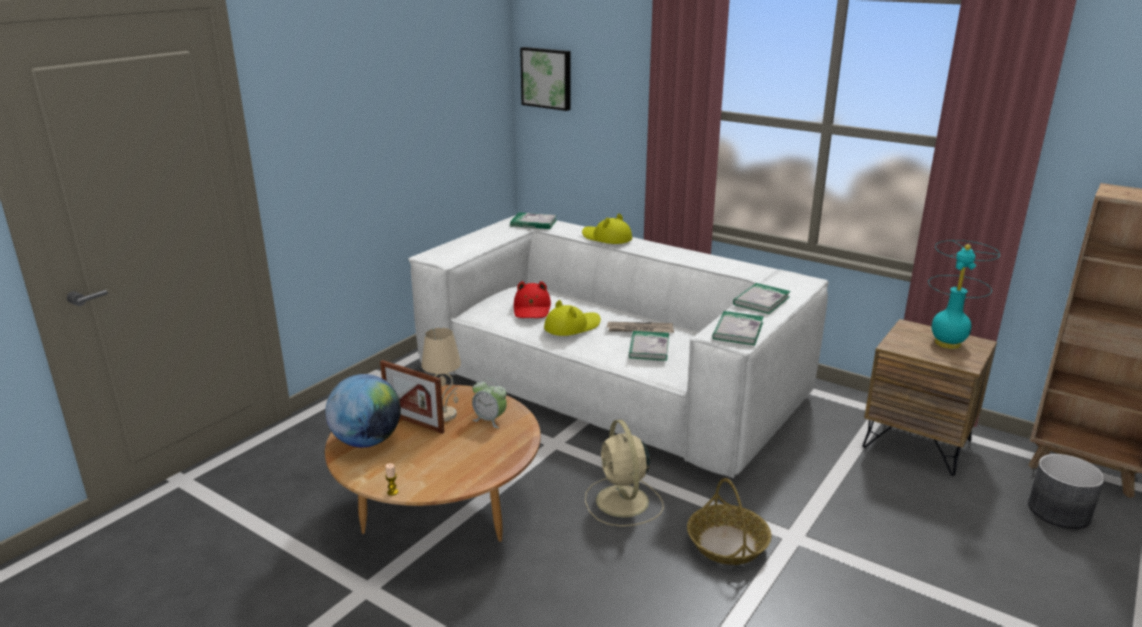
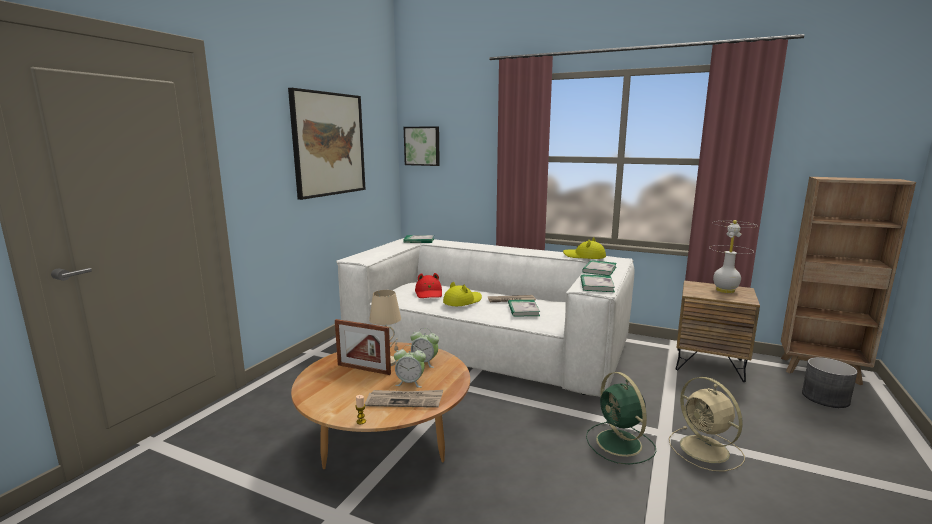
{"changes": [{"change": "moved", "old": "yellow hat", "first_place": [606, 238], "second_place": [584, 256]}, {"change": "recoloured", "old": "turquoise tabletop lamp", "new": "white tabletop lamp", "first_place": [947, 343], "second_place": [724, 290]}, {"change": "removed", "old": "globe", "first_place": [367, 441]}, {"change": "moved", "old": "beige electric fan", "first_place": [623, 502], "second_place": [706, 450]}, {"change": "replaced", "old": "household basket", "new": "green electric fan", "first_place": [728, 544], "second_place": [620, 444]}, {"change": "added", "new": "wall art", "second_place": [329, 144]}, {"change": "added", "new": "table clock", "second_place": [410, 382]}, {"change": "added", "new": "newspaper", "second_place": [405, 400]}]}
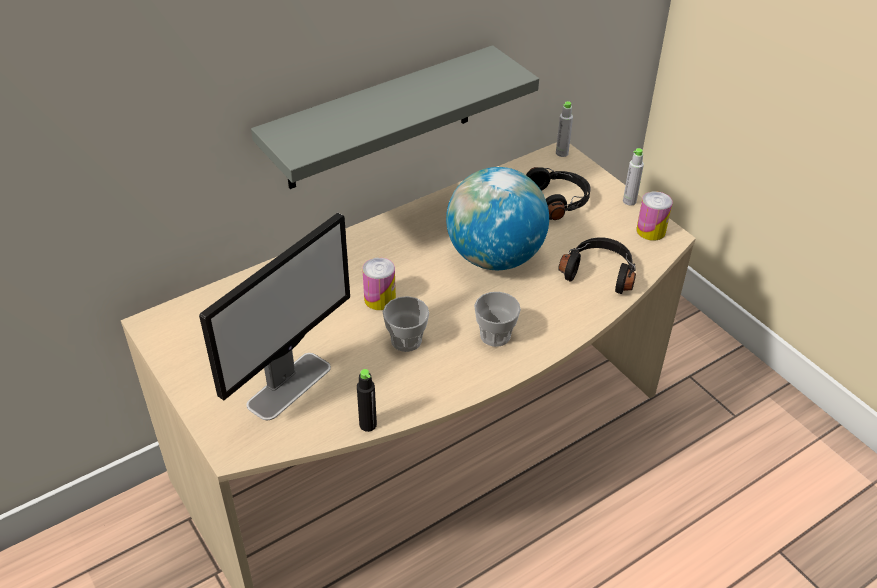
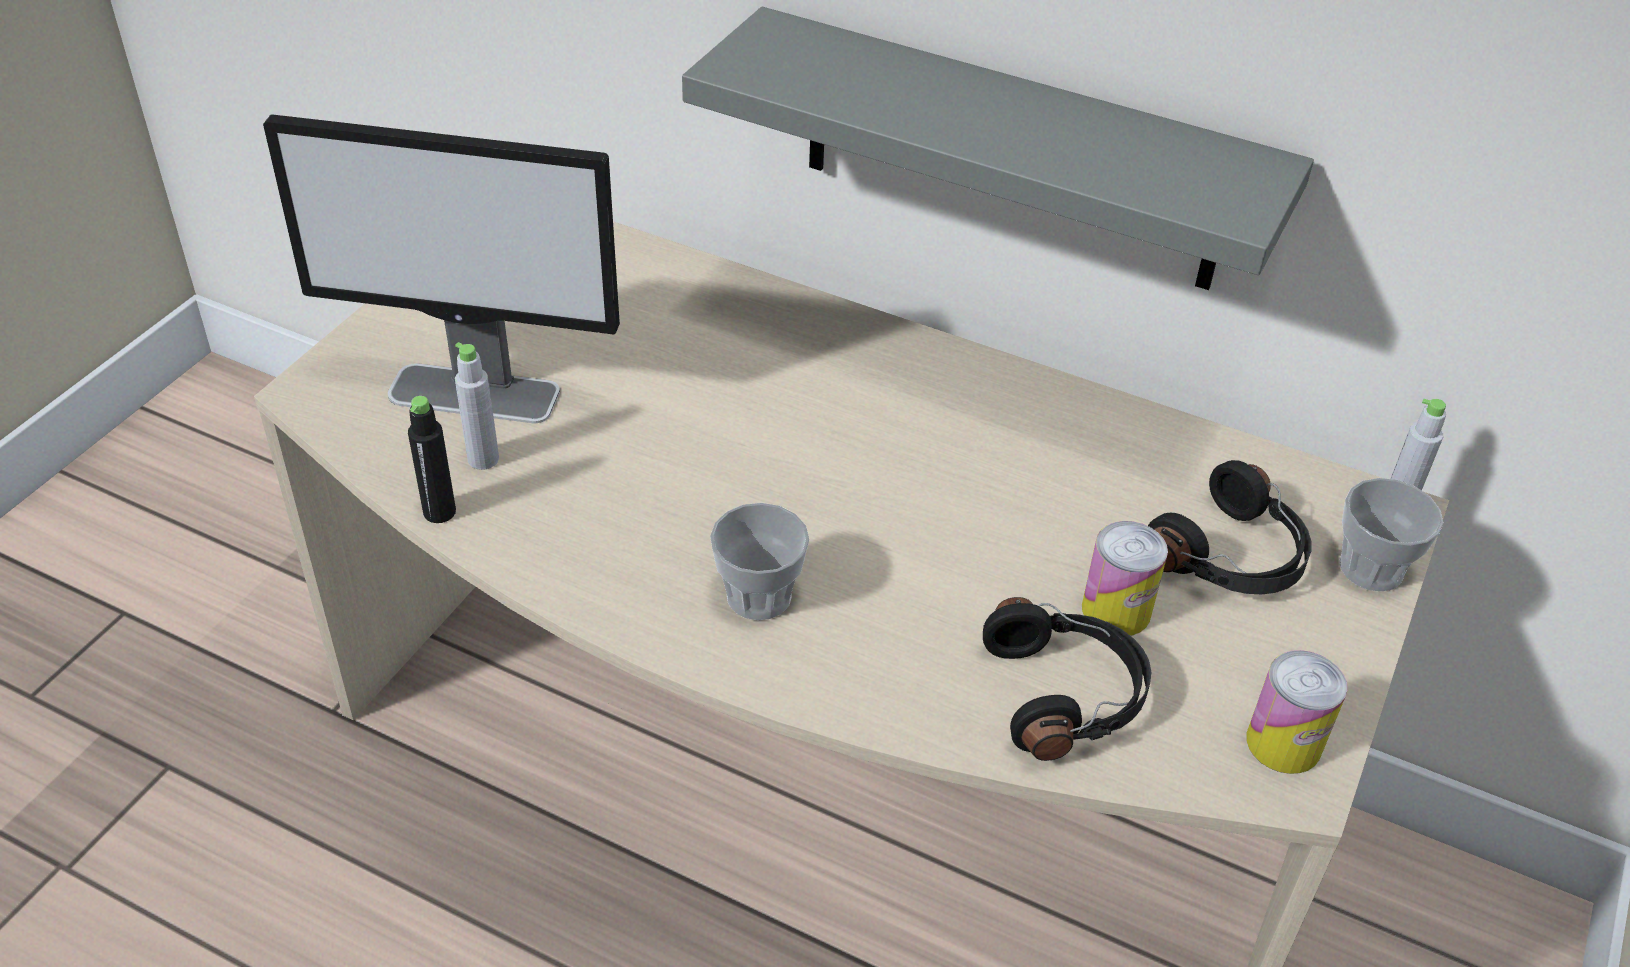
{"changes": [{"change": "moved", "old": "gray drink bottle", "first_place": [629, 201], "second_place": [483, 459]}, {"change": "removed", "old": "globe", "first_place": [494, 257]}, {"change": "moved", "old": "can", "first_place": [380, 299], "second_place": [1116, 610]}, {"change": "moved", "old": "drinking cup", "first_place": [406, 340], "second_place": [1371, 568]}]}
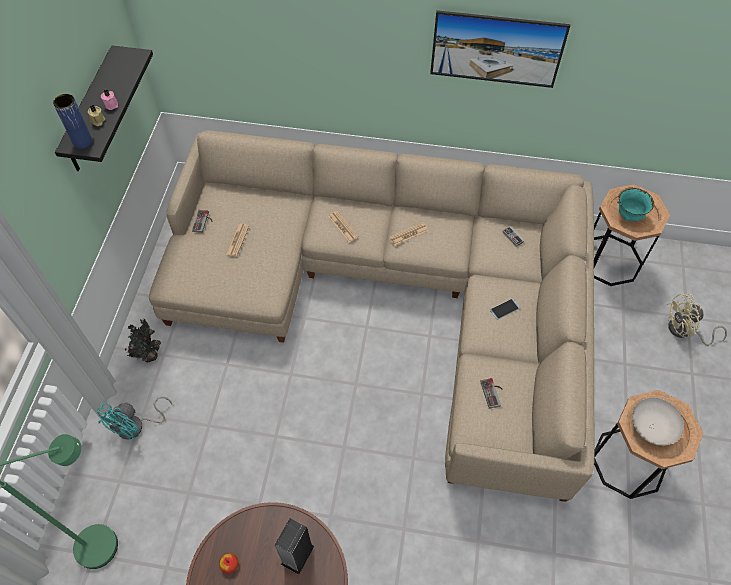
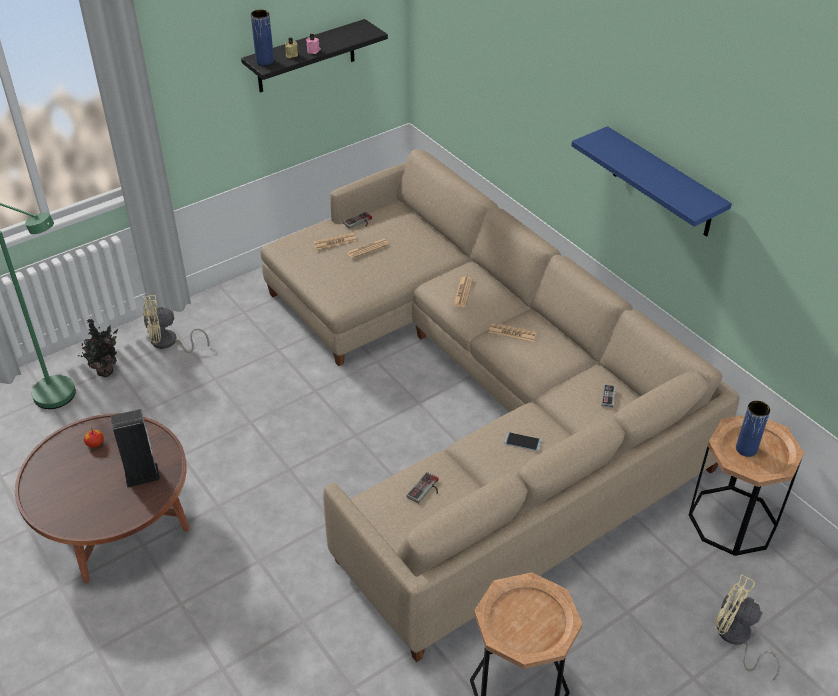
{"changes": [{"change": "replaced", "old": "wall art", "new": "blue-coloured wall shelf", "first_place": [494, 64], "second_place": [662, 183]}, {"change": "replaced", "old": "turquoise serving bowl", "new": "blue-coloured decorative vase", "first_place": [629, 215], "second_place": [746, 449]}, {"change": "moved", "old": "potted plant", "first_place": [149, 355], "second_place": [106, 370]}, {"change": "recoloured", "old": "turquoise electric fan", "new": "beige electric fan", "first_place": [136, 426], "second_place": [169, 343]}, {"change": "removed", "old": "white serving bowl", "first_place": [650, 428]}, {"change": "added", "new": "newspaper", "second_place": [334, 242]}]}
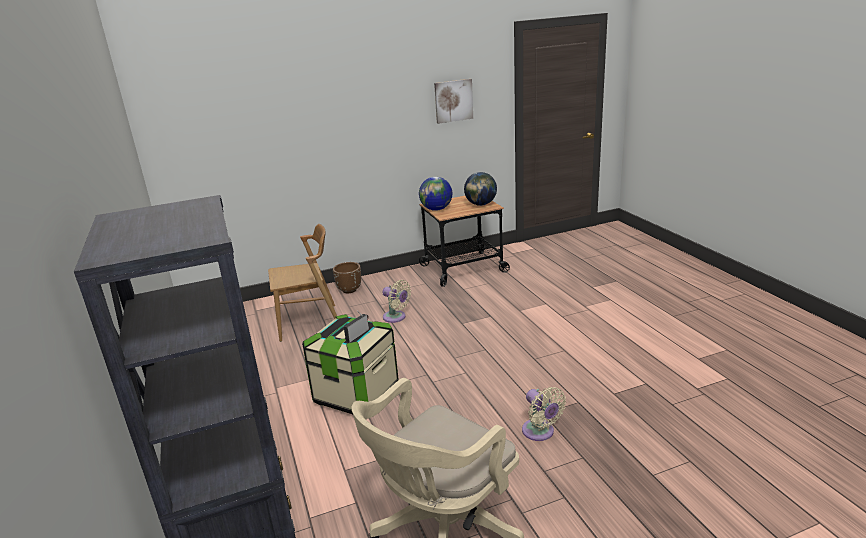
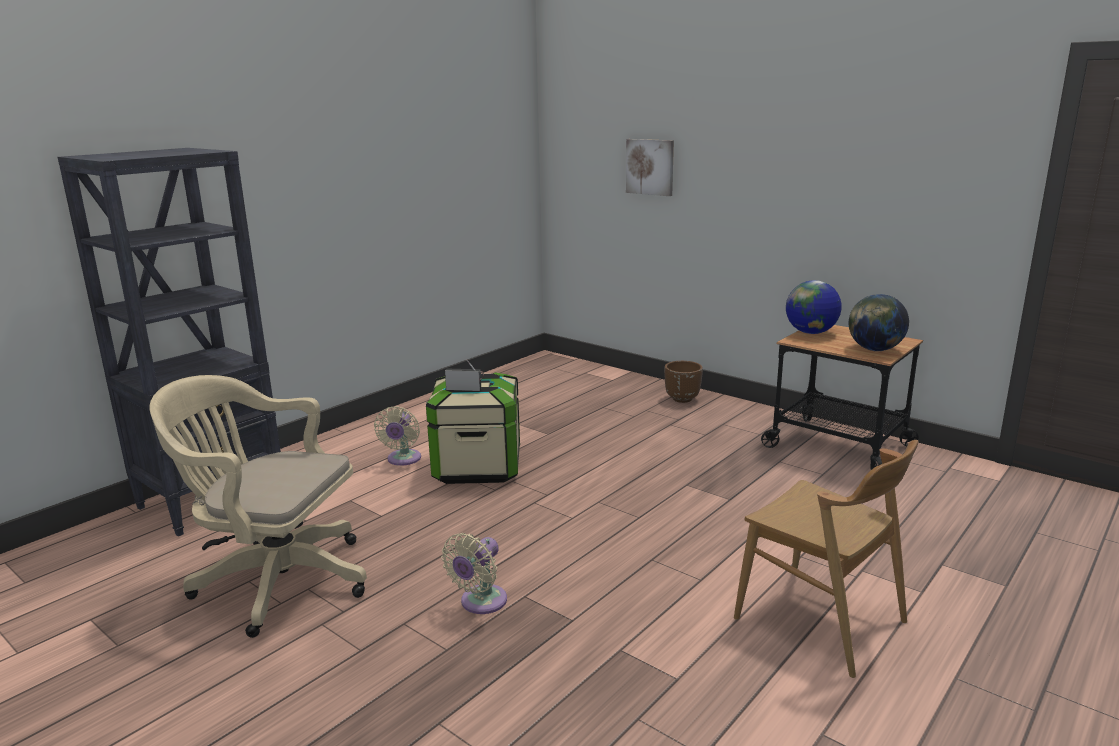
{"changes": [{"change": "moved", "old": "wall art", "first_place": [453, 100], "second_place": [650, 167]}, {"change": "moved", "old": "brownish plain chair", "first_place": [309, 322], "second_place": [820, 620]}, {"change": "moved", "old": "beige electric fan", "first_place": [396, 317], "second_place": [403, 460]}]}
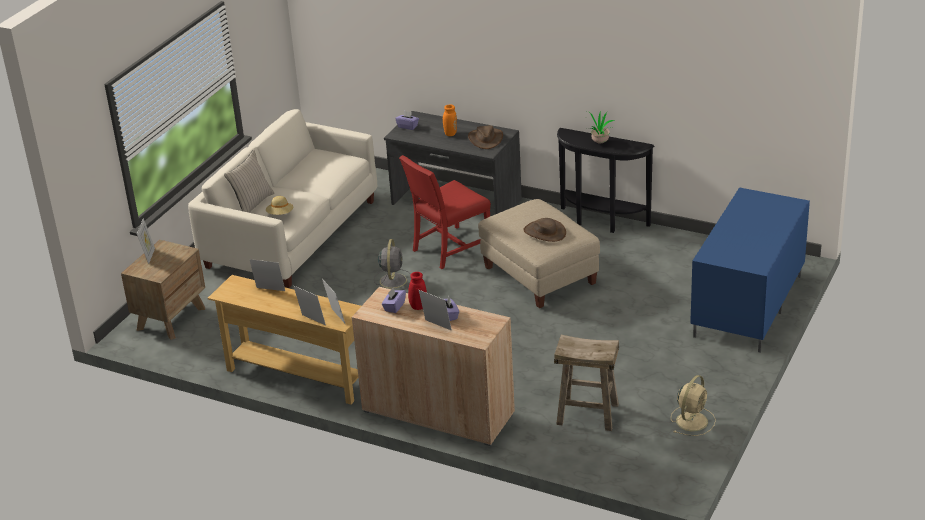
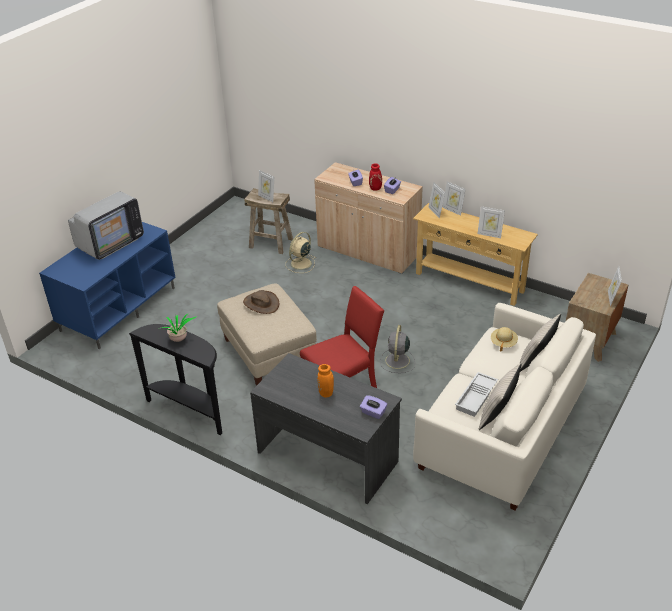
{"changes": [{"change": "removed", "old": "brownish hat", "first_place": [485, 139]}, {"change": "moved", "old": "picture frame", "first_place": [436, 326], "second_place": [267, 197]}, {"change": "moved", "old": "beige electric fan", "first_place": [692, 420], "second_place": [300, 264]}, {"change": "added", "new": "television", "second_place": [110, 243]}, {"change": "added", "new": "beige throw pillow", "second_place": [497, 414]}, {"change": "added", "new": "white tray", "second_place": [476, 397]}]}
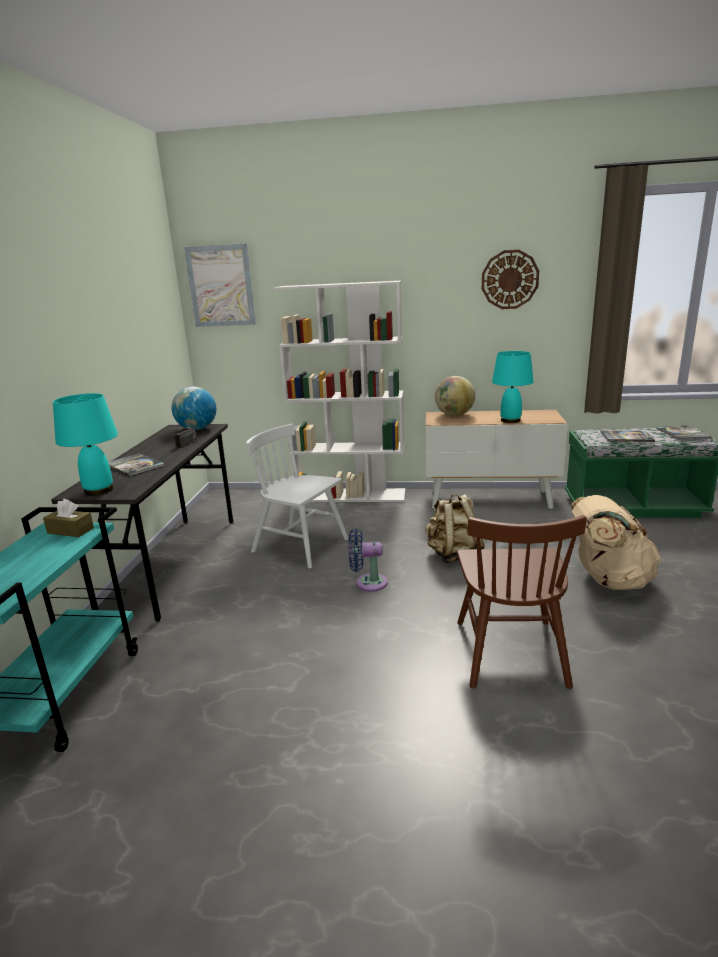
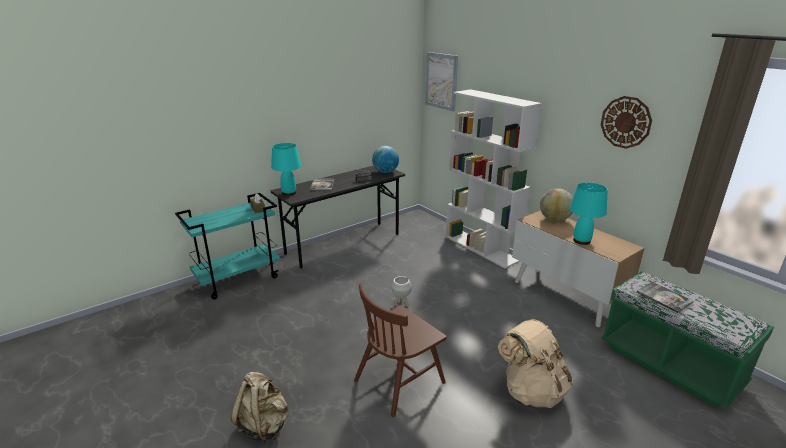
{"changes": [{"change": "removed", "old": "white plain chair", "first_place": [300, 546]}, {"change": "removed", "old": "bound book", "first_place": [682, 434]}, {"change": "moved", "old": "beige rucksack", "first_place": [453, 555], "second_place": [264, 425]}, {"change": "replaced", "old": "blue-coloured electric fan", "new": "white flower pot", "first_place": [367, 583], "second_place": [401, 303]}]}
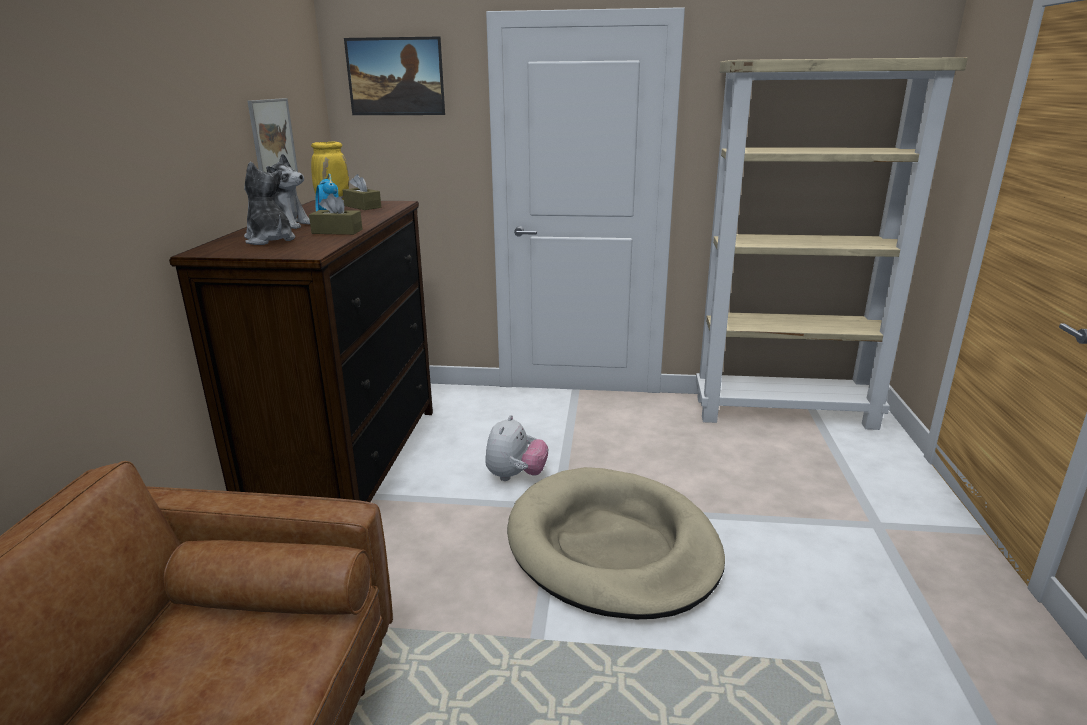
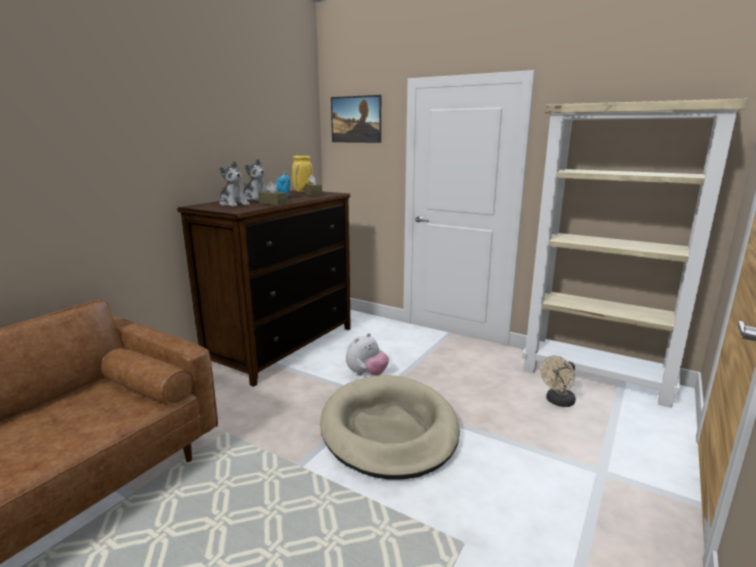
{"changes": [{"change": "removed", "old": "wall art", "first_place": [272, 139]}, {"change": "turned", "old": "plush toy", "first_place": [270, 240], "second_place": [234, 204], "degrees": 150}, {"change": "added", "new": "beige electric fan", "second_place": [557, 402]}]}
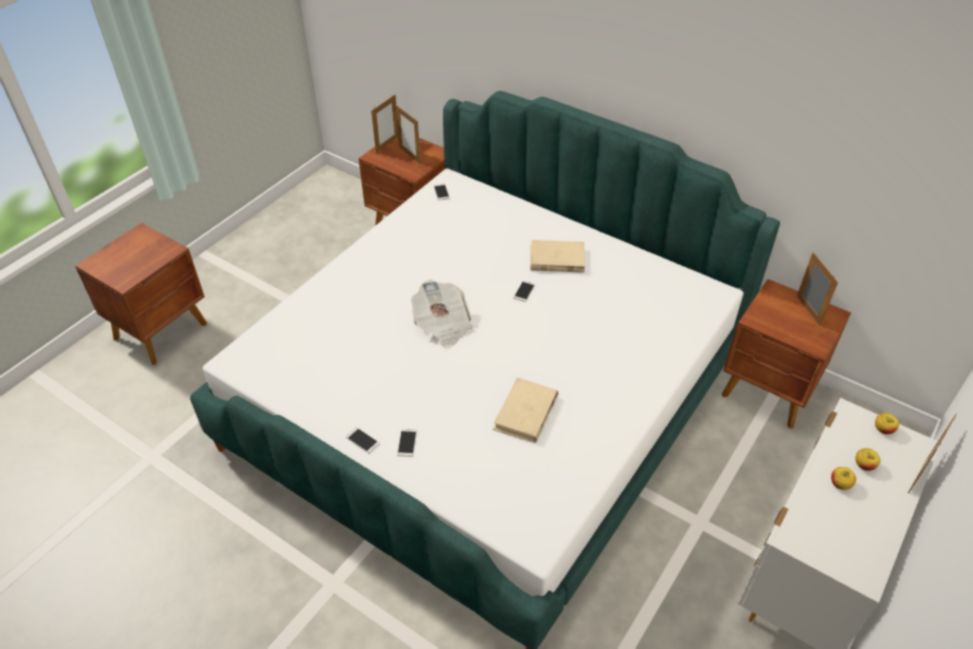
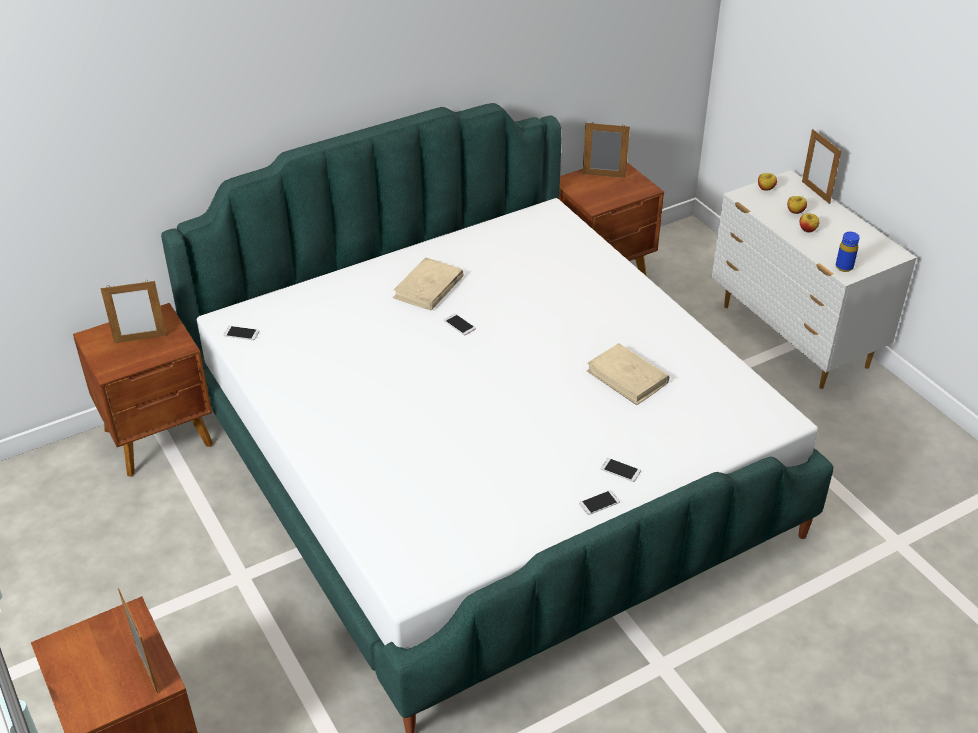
{"changes": [{"change": "moved", "old": "picture frame", "first_place": [387, 144], "second_place": [146, 668]}, {"change": "removed", "old": "newspaper", "first_place": [442, 325]}, {"change": "added", "new": "blue-coloured drink bottle", "second_place": [844, 267]}]}
